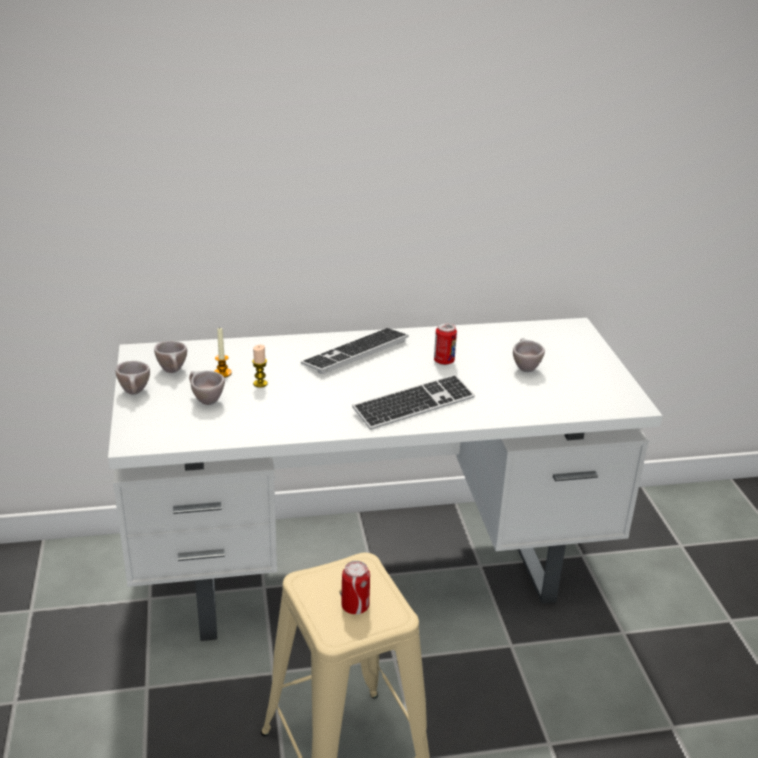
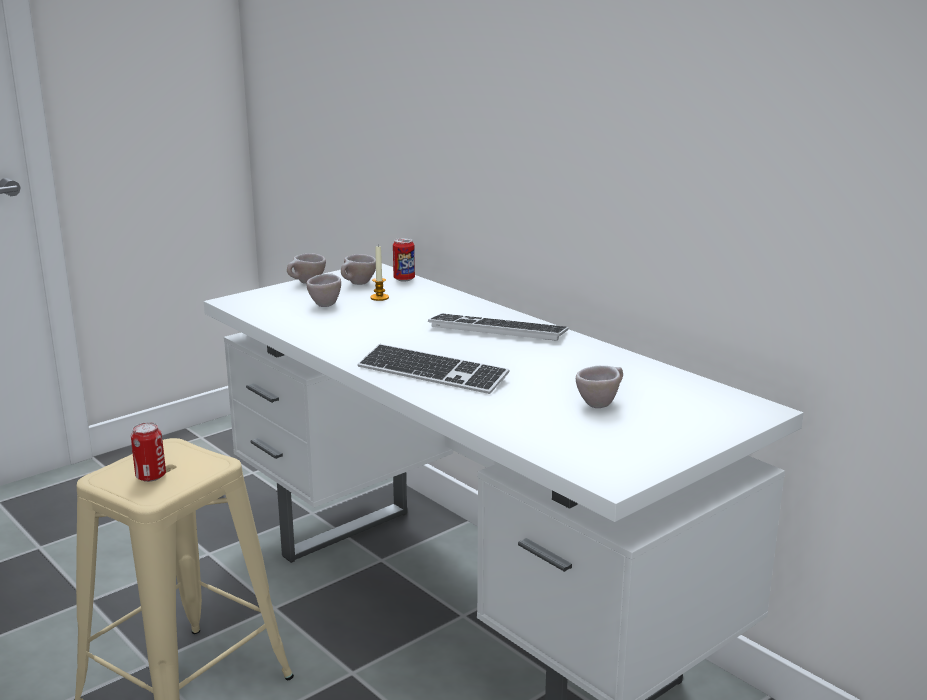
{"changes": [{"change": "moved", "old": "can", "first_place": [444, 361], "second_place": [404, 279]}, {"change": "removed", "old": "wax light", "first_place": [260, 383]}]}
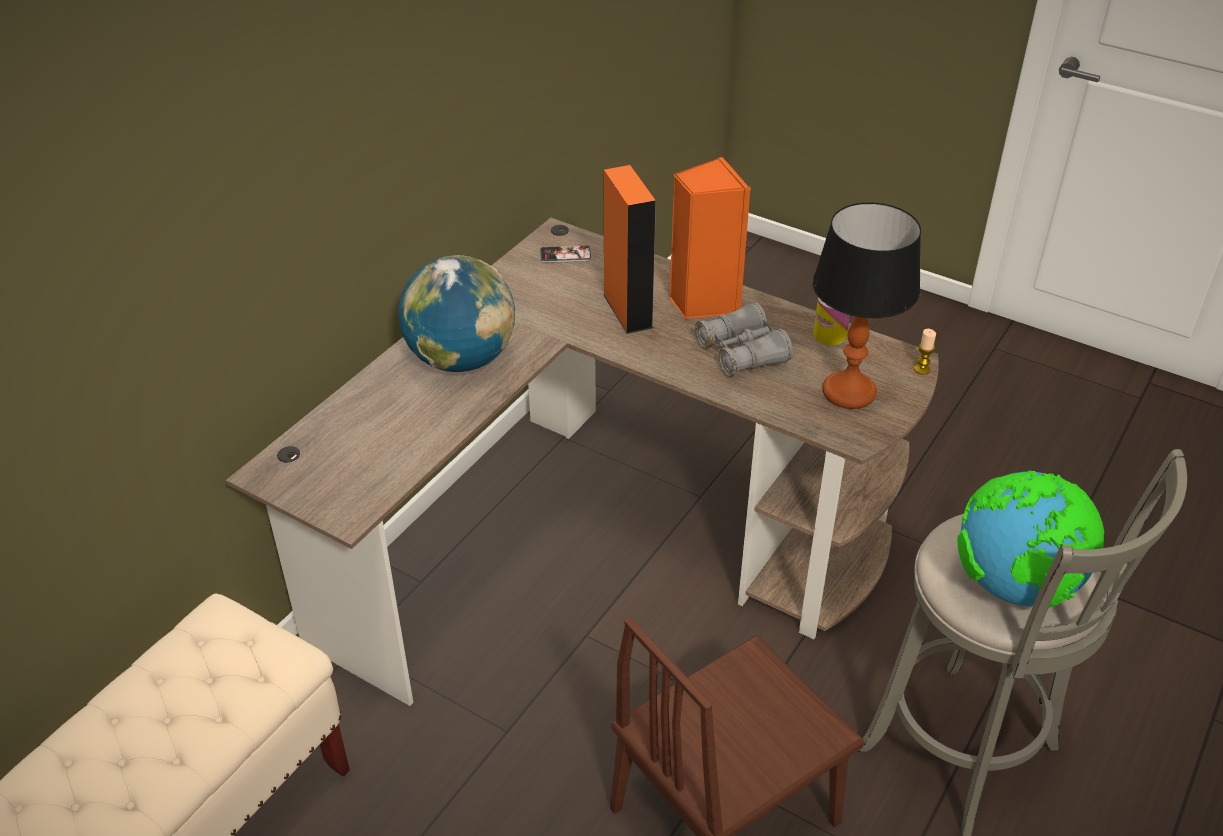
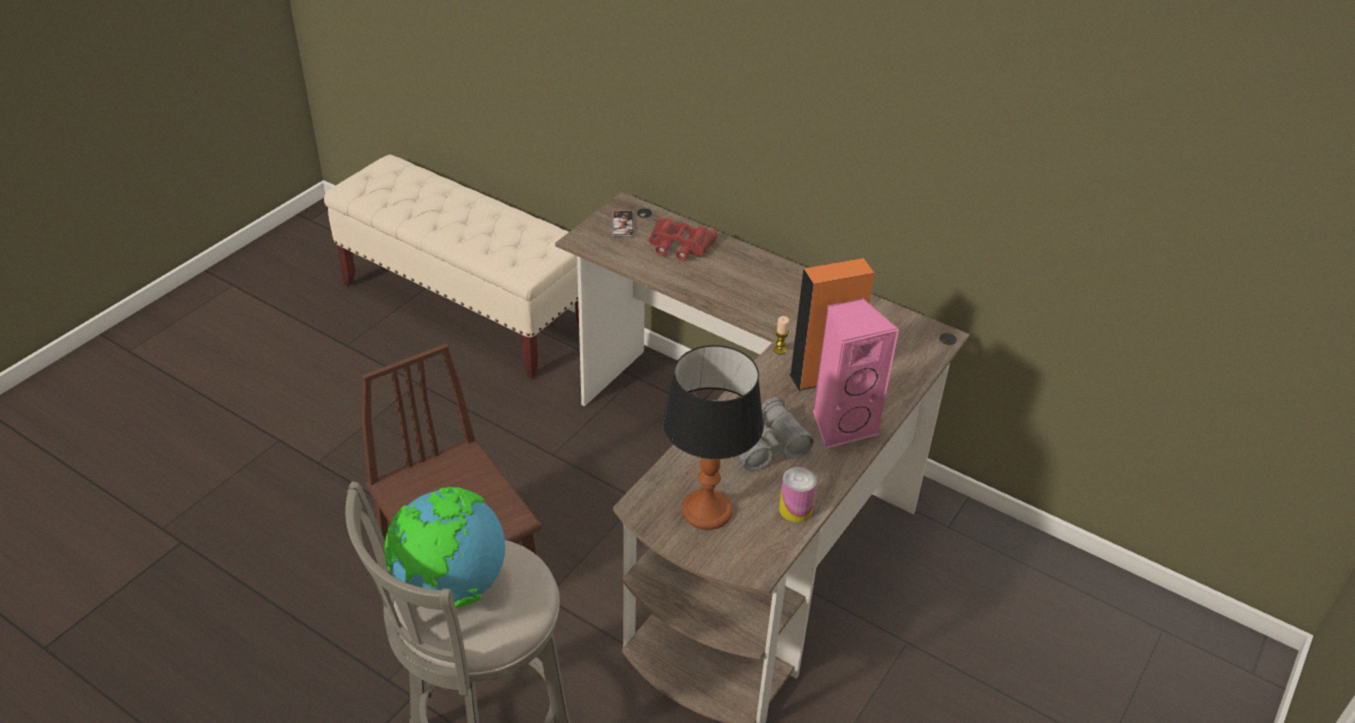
{"changes": [{"change": "recoloured", "old": "orange-coloured speaker", "new": "pinkish speaker", "first_place": [702, 302], "second_place": [841, 425]}, {"change": "moved", "old": "telephone", "first_place": [565, 255], "second_place": [622, 224]}, {"change": "removed", "old": "globe", "first_place": [461, 360]}, {"change": "moved", "old": "wax light", "first_place": [922, 369], "second_place": [780, 350]}, {"change": "added", "new": "red pair of binoculars", "second_place": [679, 245]}]}
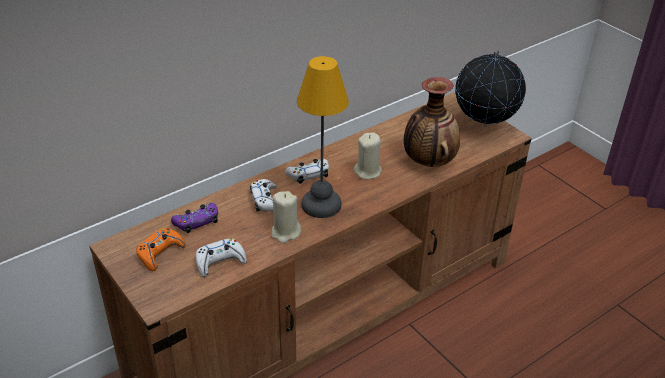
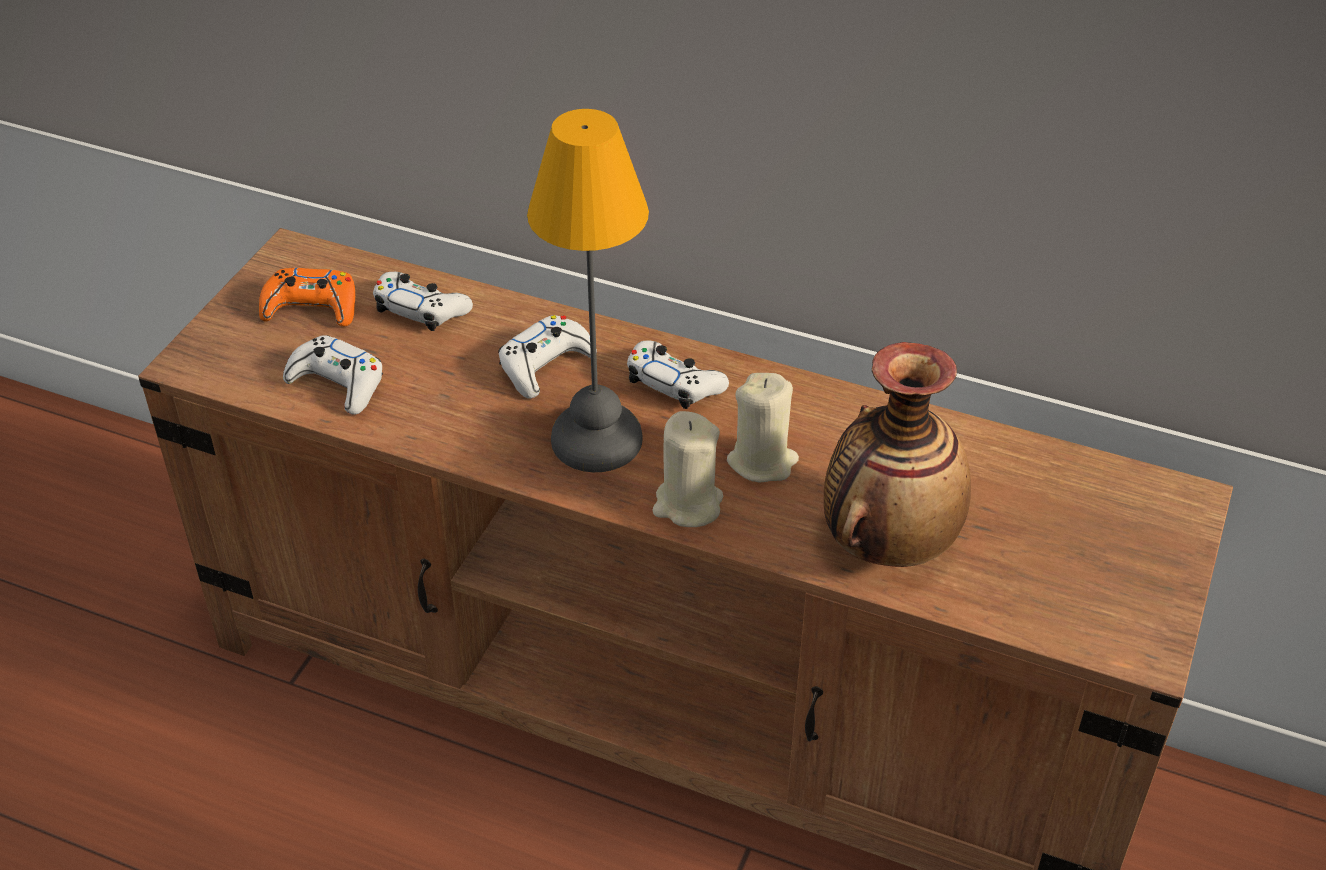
{"changes": [{"change": "removed", "old": "globe", "first_place": [483, 126]}, {"change": "moved", "old": "beige wax light", "first_place": [285, 232], "second_place": [687, 504]}, {"change": "recoloured", "old": "purple-coloured joypad", "new": "white joypad", "first_place": [196, 222], "second_place": [421, 309]}]}
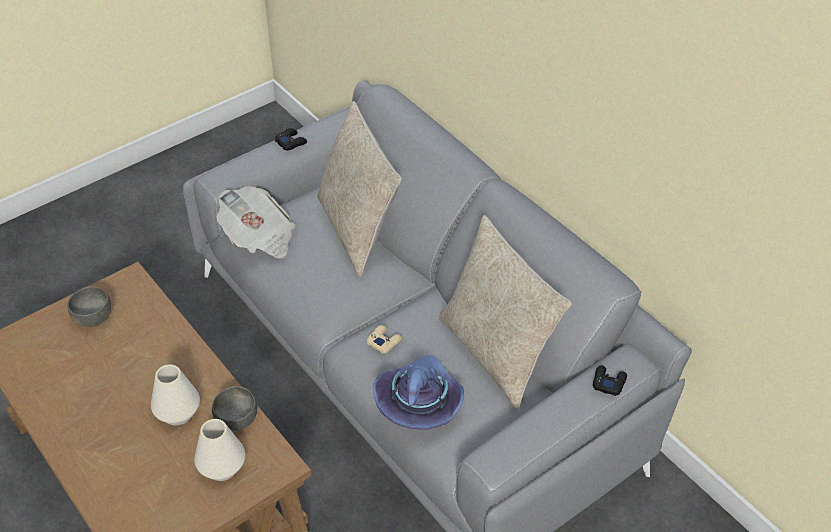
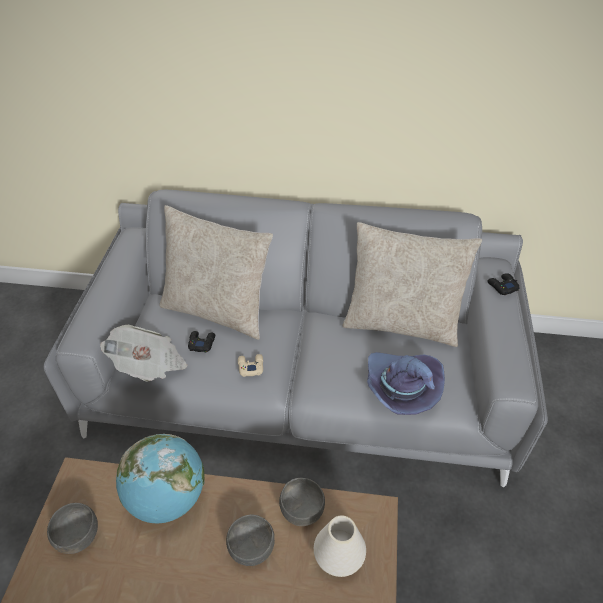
{"changes": [{"change": "moved", "old": "black-coloured joypad", "first_place": [291, 142], "second_place": [201, 343]}, {"change": "moved", "old": "beige joypad", "first_place": [384, 341], "second_place": [250, 367]}, {"change": "replaced", "old": "white decorative vase", "new": "gray serving bowl", "first_place": [178, 413], "second_place": [252, 547]}, {"change": "added", "new": "globe", "second_place": [168, 497]}]}
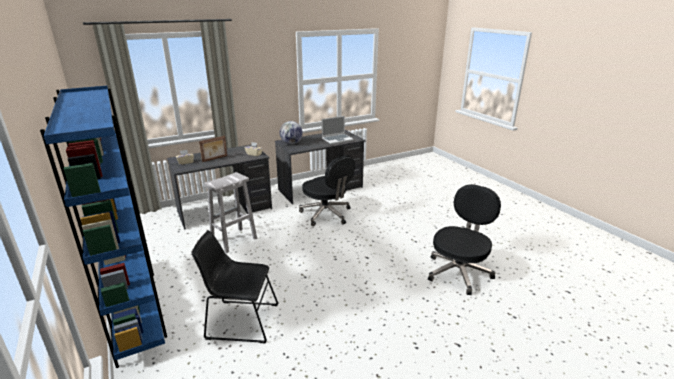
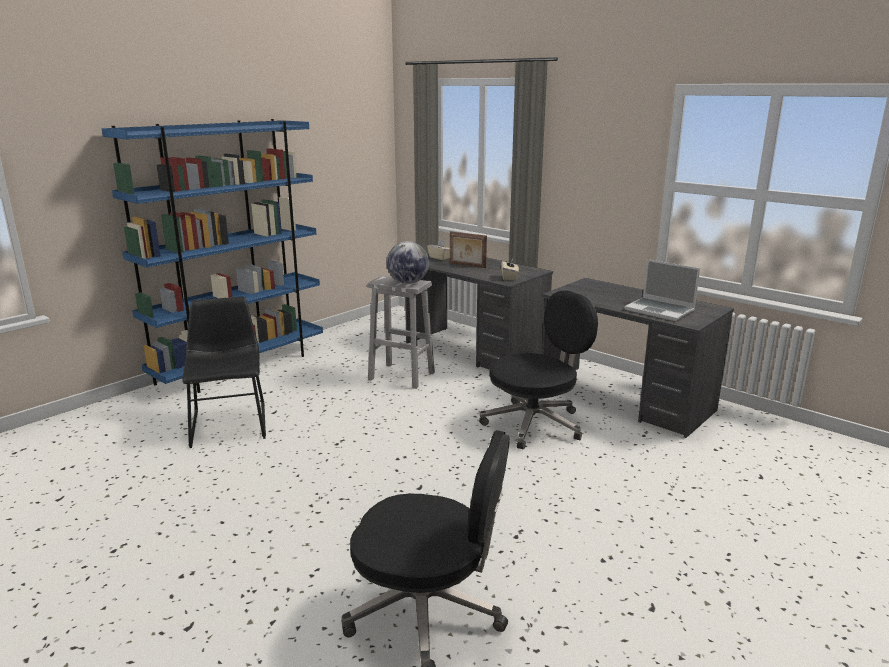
{"changes": [{"change": "moved", "old": "globe", "first_place": [291, 143], "second_place": [408, 283]}, {"change": "turned", "old": "black-coloured desk chair", "first_place": [327, 214], "second_place": [535, 424], "degrees": -150}]}
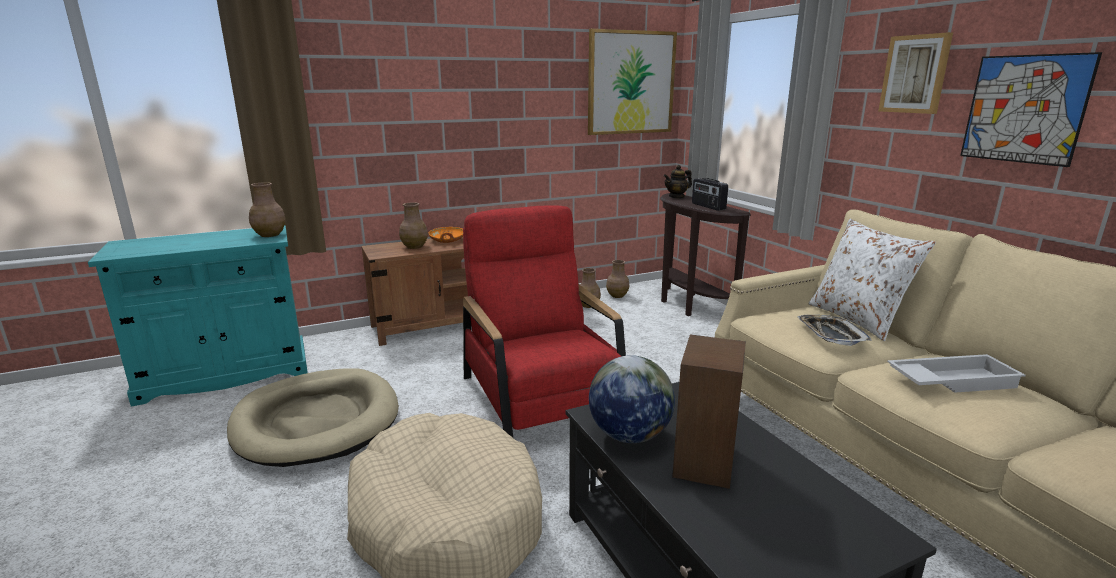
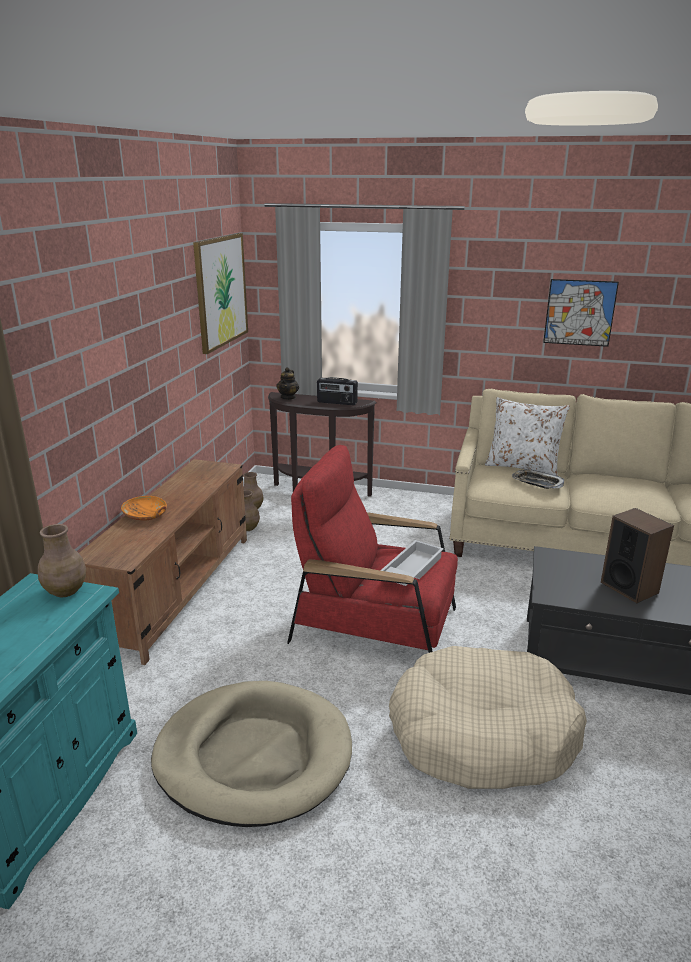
{"changes": [{"change": "removed", "old": "wall art", "first_place": [915, 74]}, {"change": "removed", "old": "brownish decorative vase", "first_place": [415, 246]}, {"change": "moved", "old": "white tray", "first_place": [951, 380], "second_place": [410, 569]}, {"change": "removed", "old": "globe", "first_place": [629, 435]}]}
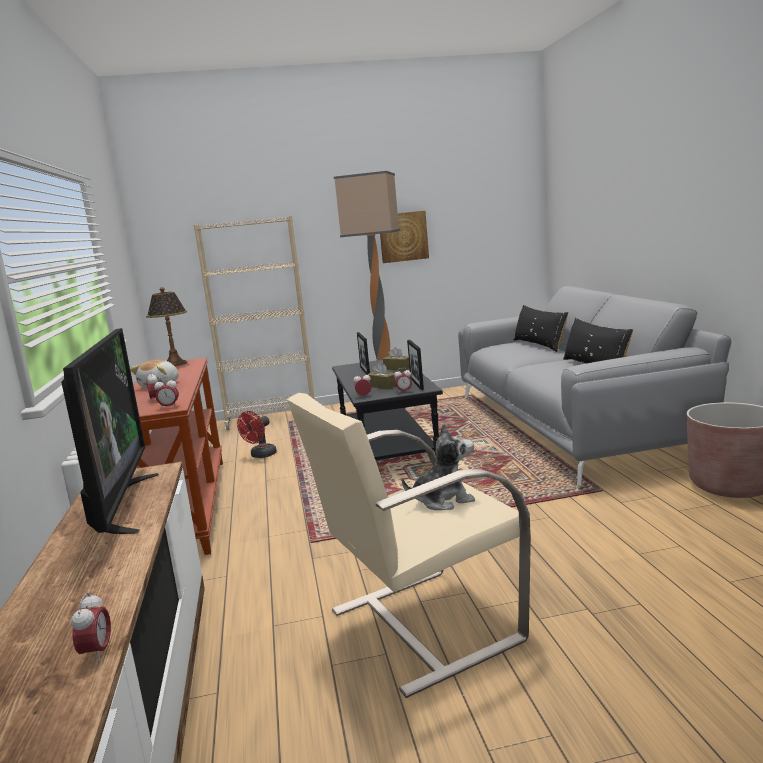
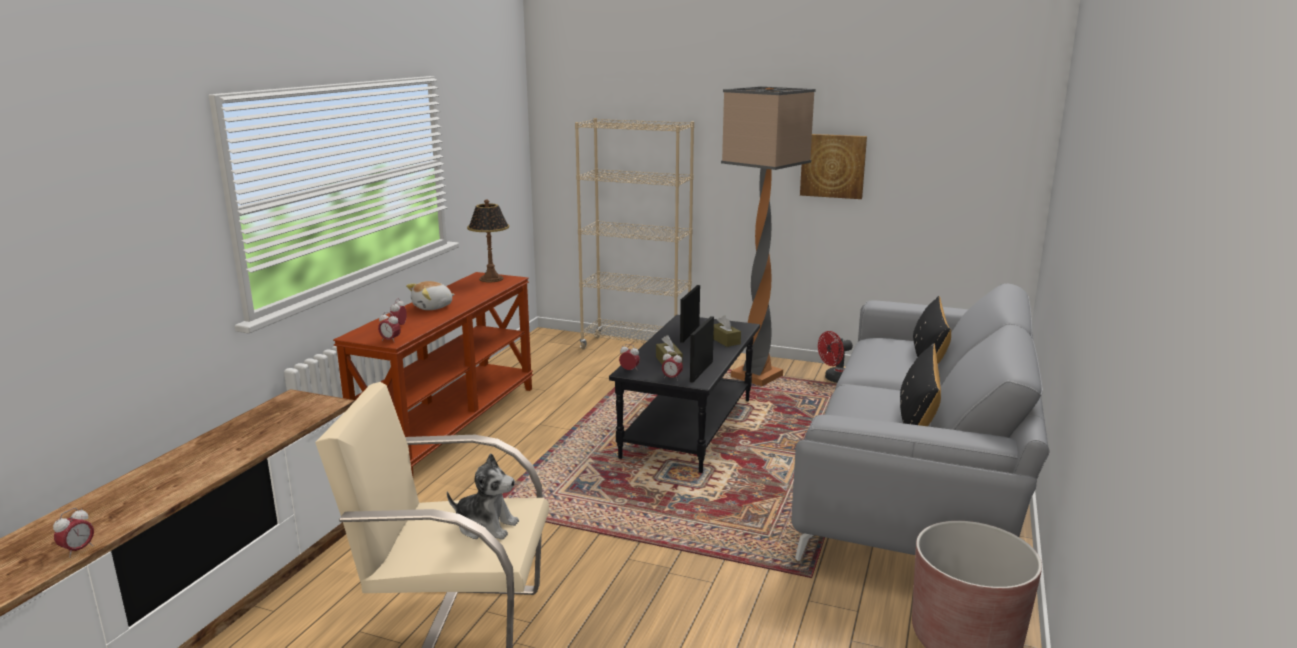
{"changes": [{"change": "removed", "old": "television", "first_place": [119, 506]}, {"change": "moved", "old": "red electric fan", "first_place": [260, 455], "second_place": [834, 379]}]}
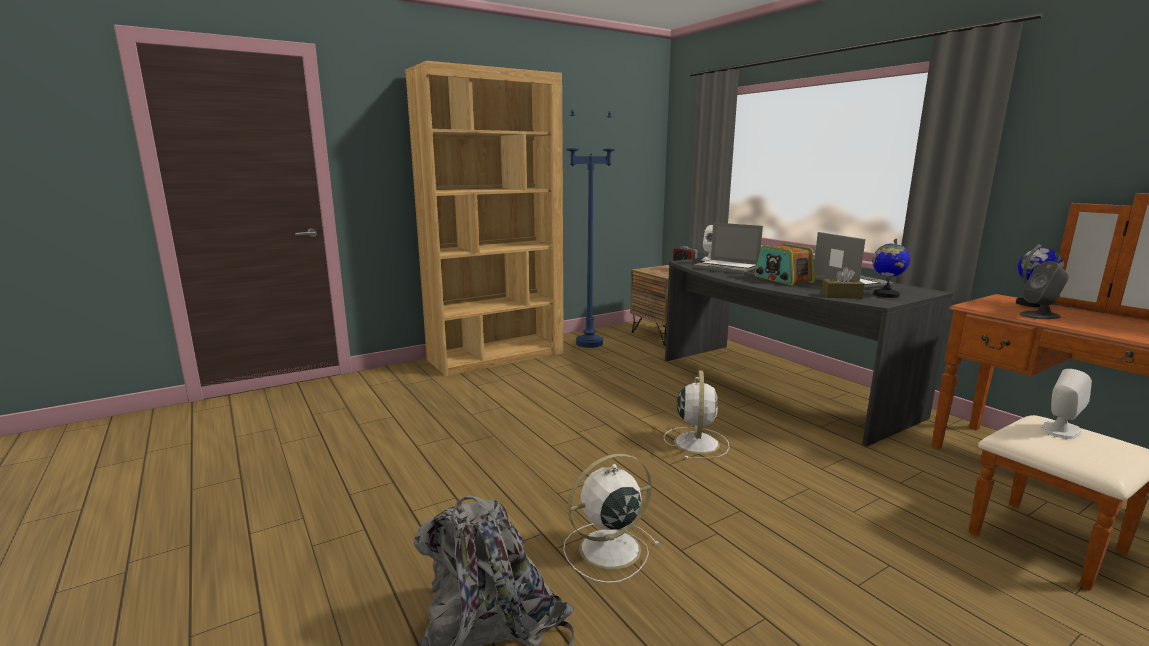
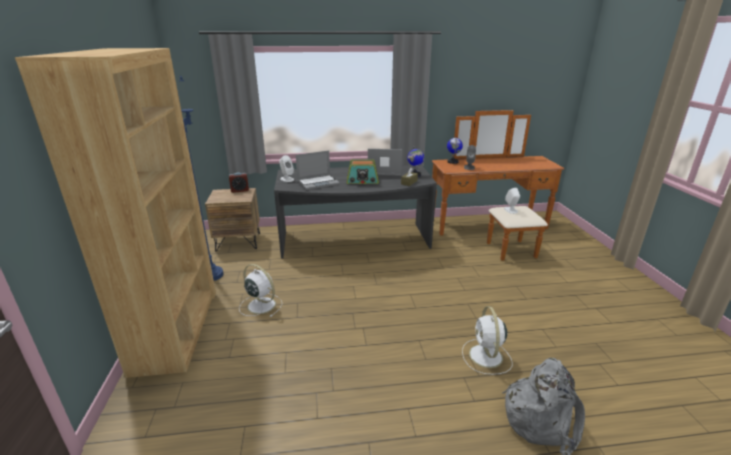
{"changes": [{"change": "moved", "old": "white electric fan", "first_place": [696, 442], "second_place": [260, 305]}]}
